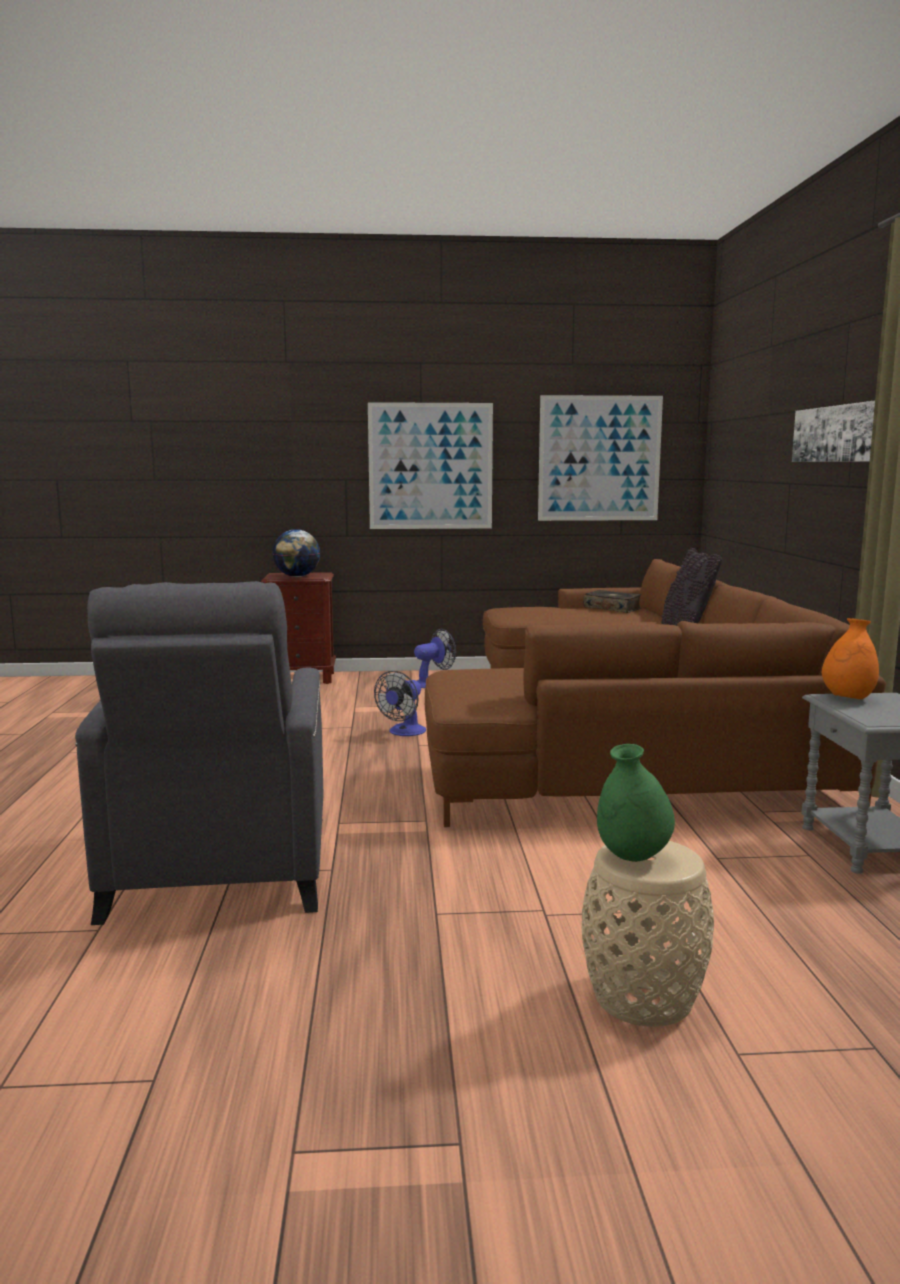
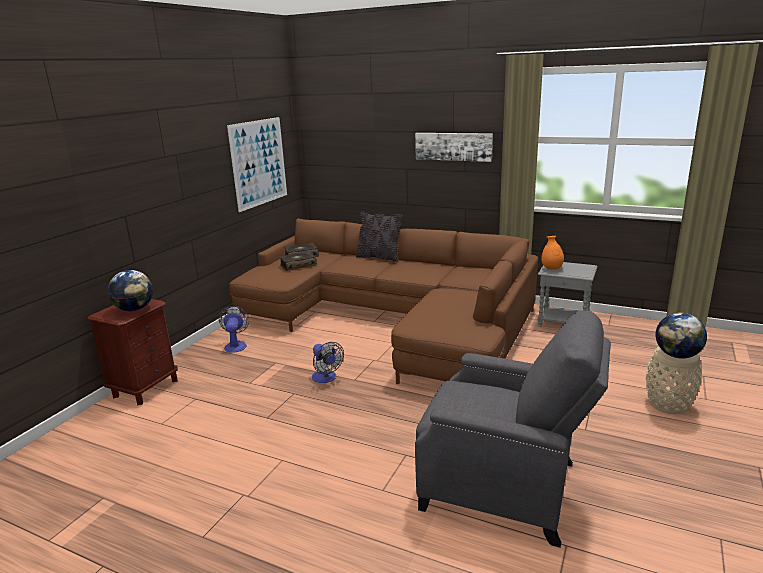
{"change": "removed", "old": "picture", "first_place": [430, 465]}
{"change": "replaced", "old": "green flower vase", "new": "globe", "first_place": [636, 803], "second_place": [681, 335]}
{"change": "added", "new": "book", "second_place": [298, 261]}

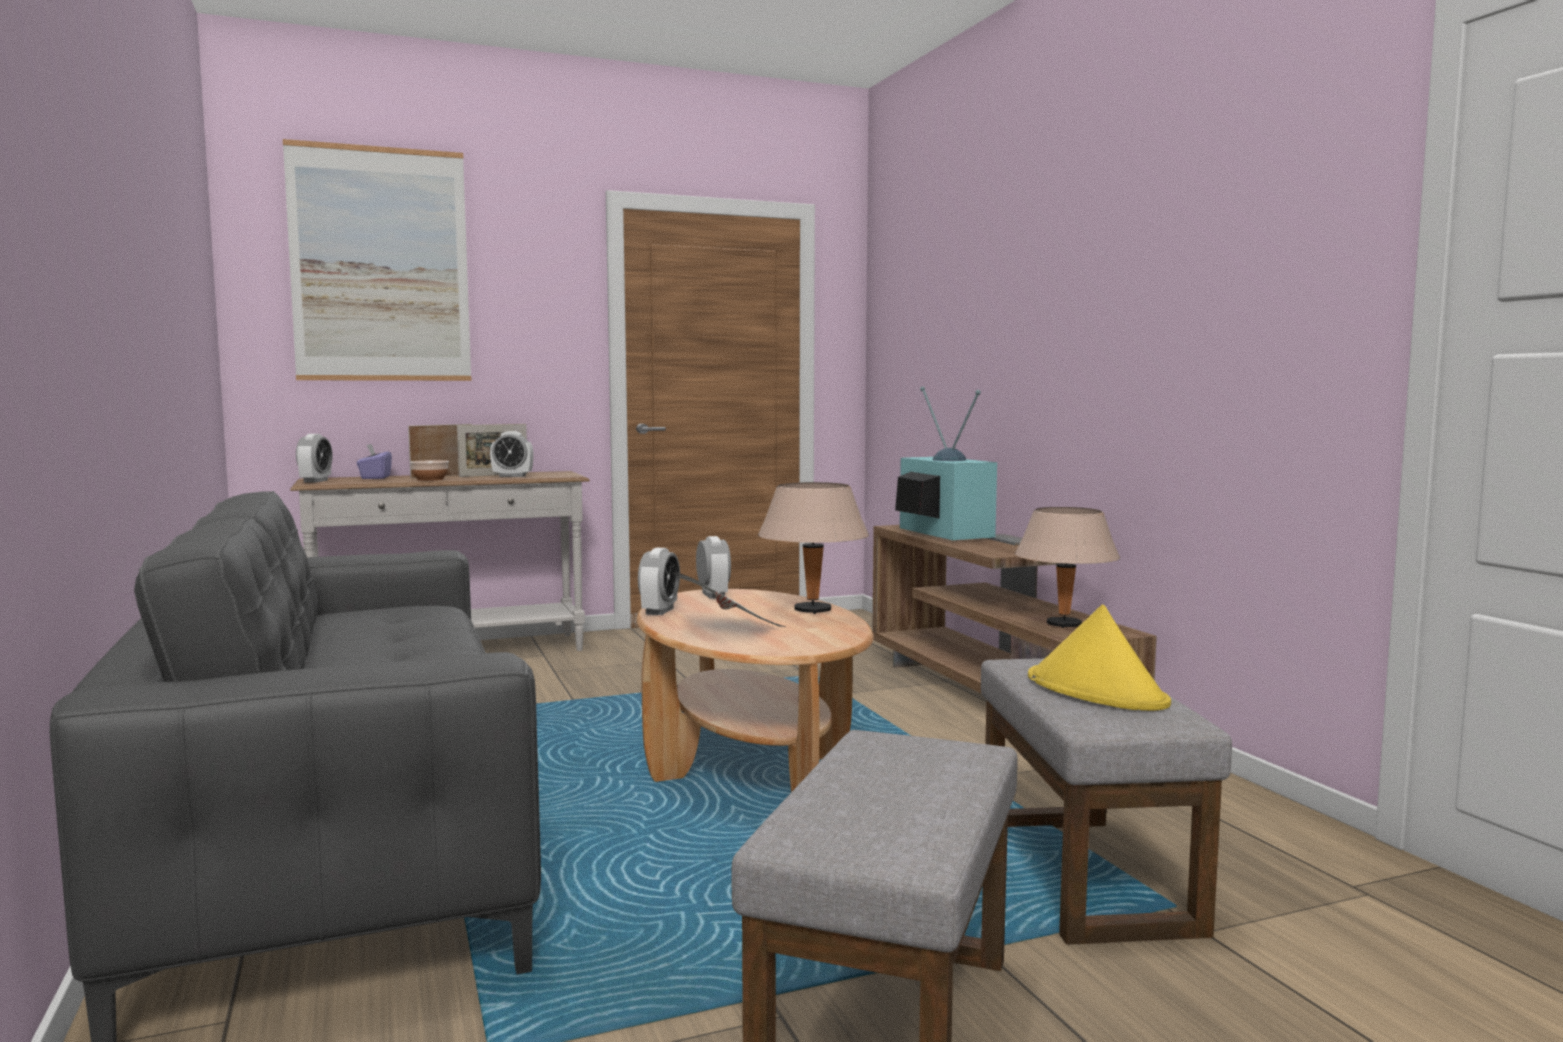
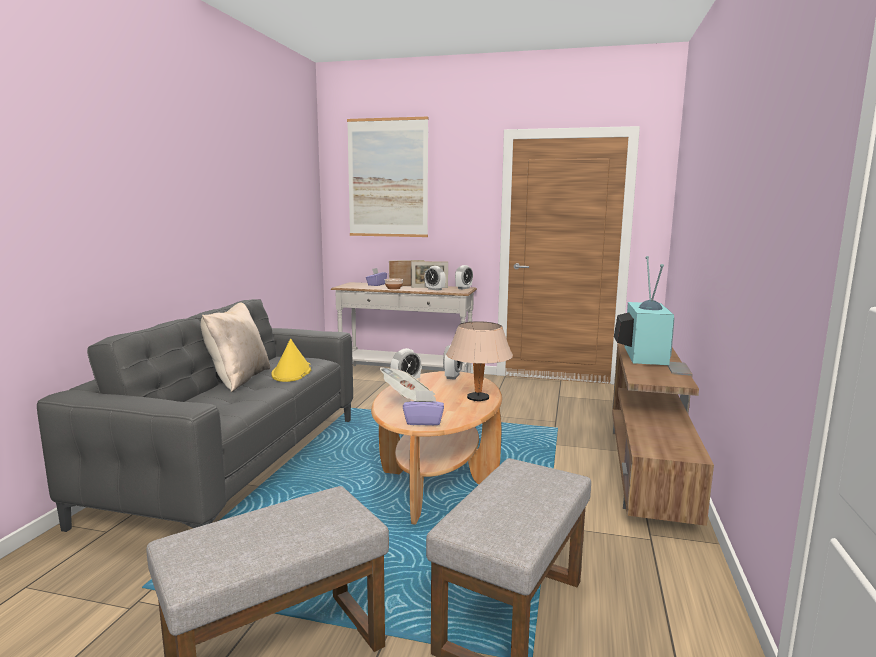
{"change": "moved", "old": "table clock", "first_place": [314, 458], "second_place": [464, 277]}
{"change": "removed", "old": "beige lamp for a table", "first_place": [1067, 567]}
{"change": "moved", "old": "yellow-coloured wearable hat", "first_place": [1099, 658], "second_place": [291, 360]}
{"change": "added", "new": "beige cushion", "second_place": [235, 347]}
{"change": "added", "new": "purplish tissue box", "second_place": [423, 408]}

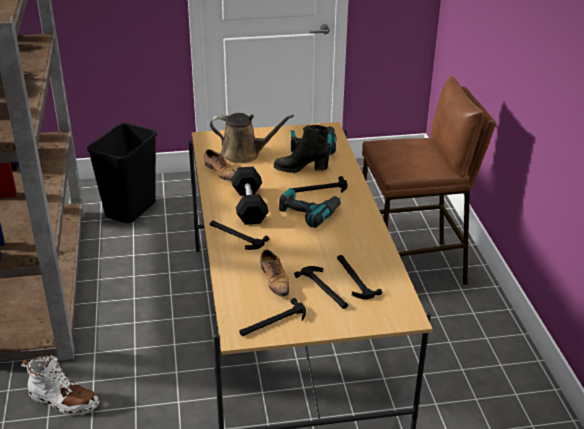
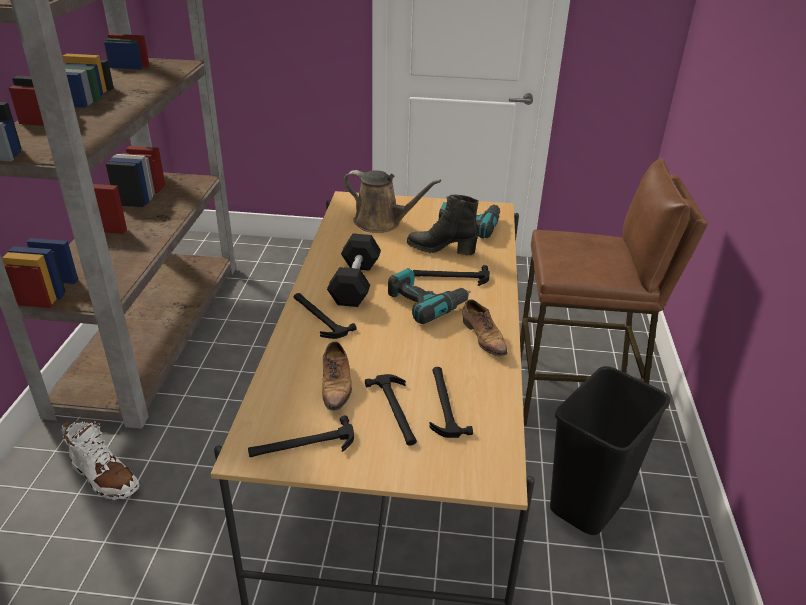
{"change": "moved", "old": "black-coloured waste bin", "first_place": [122, 173], "second_place": [610, 450]}
{"change": "moved", "old": "shoe", "first_place": [219, 165], "second_place": [484, 328]}

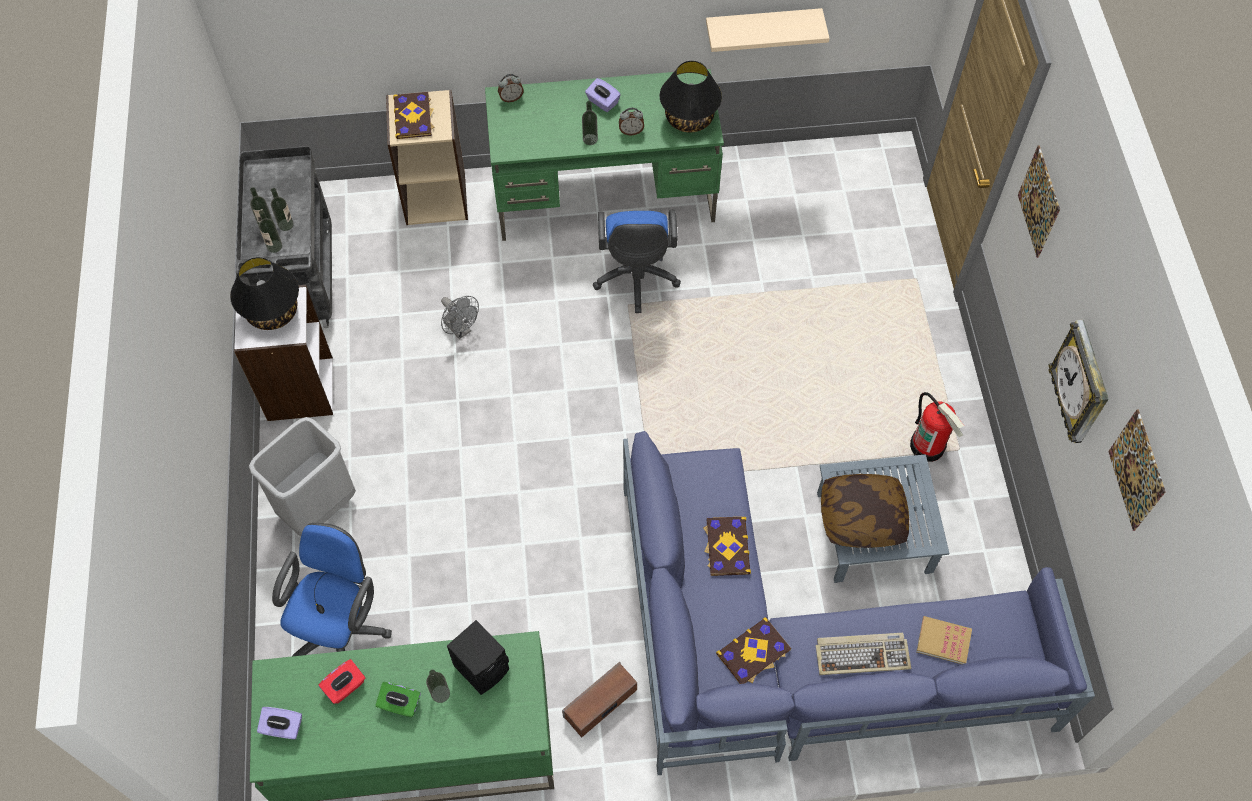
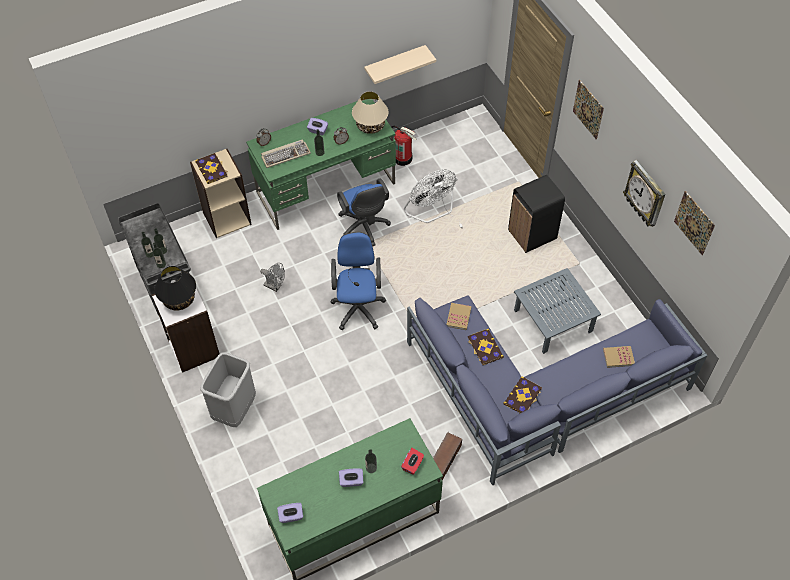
{"change": "moved", "old": "blue desk chair", "first_place": [332, 589], "second_place": [358, 281]}
{"change": "moved", "old": "red tissue box", "first_place": [342, 681], "second_place": [412, 461]}
{"change": "recoloured", "old": "green tissue box", "new": "purplish tissue box", "first_place": [398, 699], "second_place": [351, 477]}
{"change": "removed", "old": "black-coloured speaker", "first_place": [478, 657]}
{"change": "recoloured", "old": "black-coloured lamp for a table", "new": "beige lamp for a table", "first_place": [690, 97], "second_place": [370, 112]}
{"change": "moved", "old": "computer keyboard", "first_place": [863, 654], "second_place": [286, 153]}
{"change": "removed", "old": "cushion", "first_place": [865, 511]}
{"change": "moved", "old": "fire-fighting cylinder", "first_place": [937, 427], "second_place": [404, 146]}
{"change": "added", "new": "white fan", "second_place": [433, 199]}
{"change": "added", "new": "book", "second_place": [458, 316]}
{"change": "added", "new": "black-coloured waste bin", "second_place": [536, 214]}

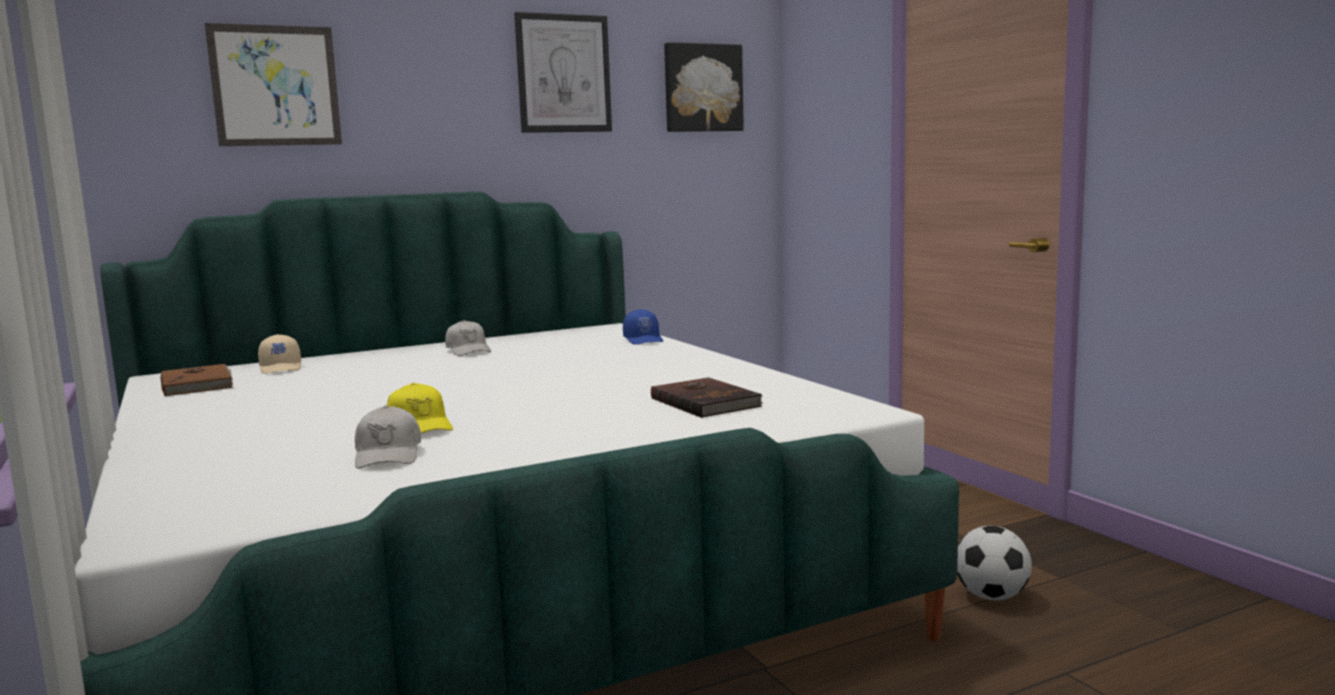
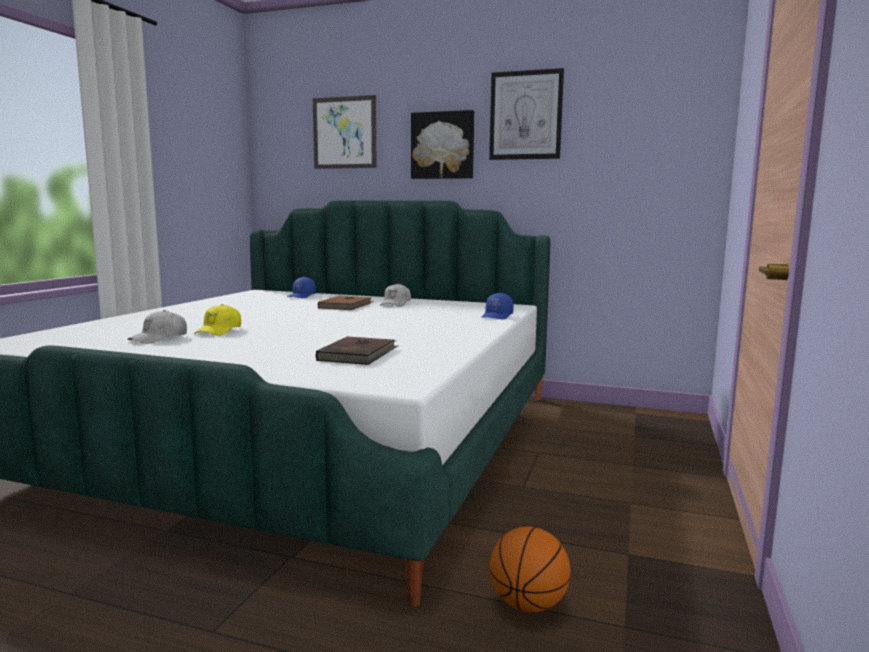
{"change": "moved", "old": "brown-coloured book", "first_place": [196, 380], "second_place": [346, 303]}
{"change": "recoloured", "old": "beige peaked cap", "new": "blue peaked cap", "first_place": [279, 354], "second_place": [301, 287]}
{"change": "moved", "old": "picture", "first_place": [704, 87], "second_place": [442, 144]}
{"change": "replaced", "old": "football", "new": "ball for basketball", "first_place": [994, 563], "second_place": [530, 569]}

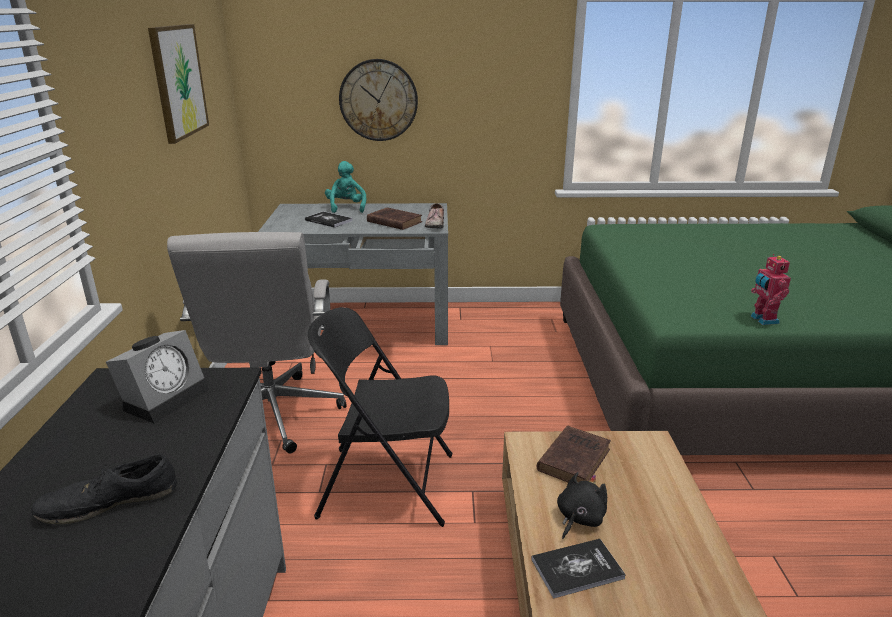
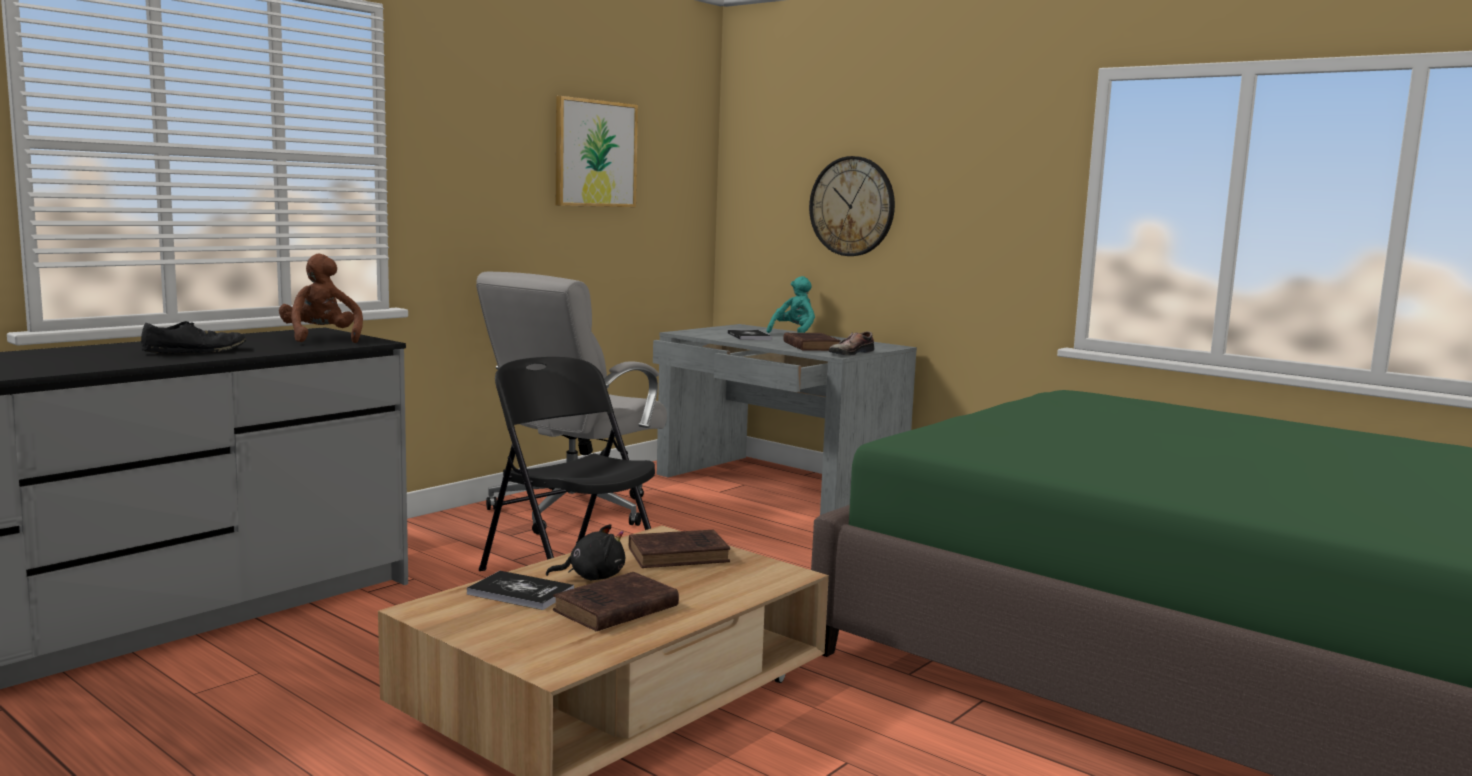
{"change": "turned", "old": "black-coloured shoe", "first_place": [104, 489], "second_place": [193, 337], "degrees": 120}
{"change": "replaced", "old": "table clock", "new": "brown-coloured plush toy", "first_place": [157, 376], "second_place": [321, 298]}
{"change": "removed", "old": "robot figure", "first_place": [771, 289]}
{"change": "added", "new": "brown-coloured book", "second_place": [616, 601]}

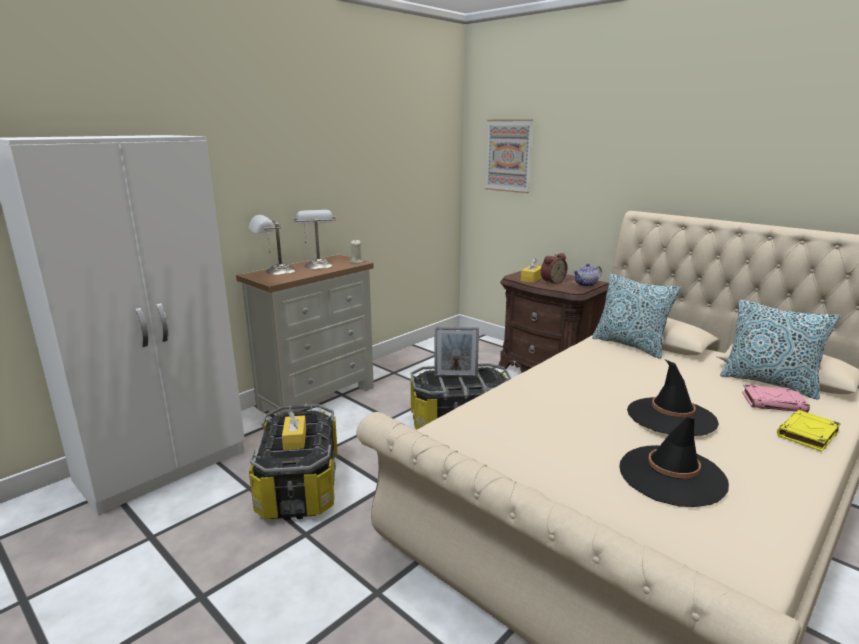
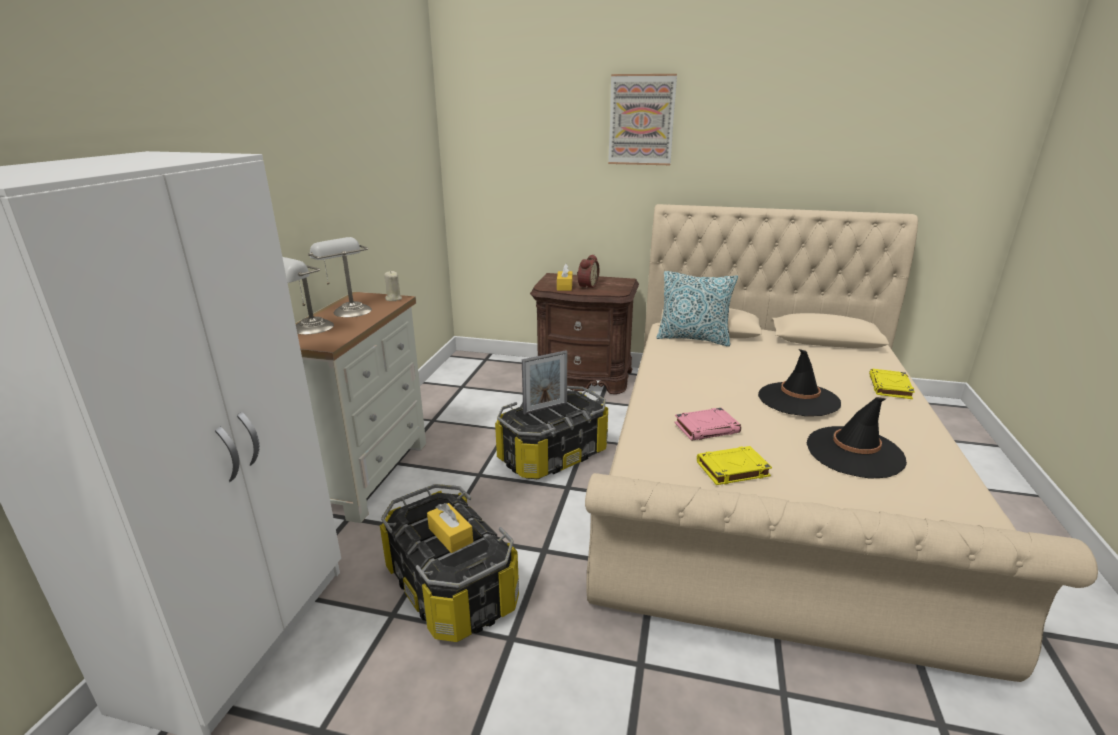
{"change": "moved", "old": "picture", "first_place": [509, 156], "second_place": [642, 119]}
{"change": "removed", "old": "pot for tea", "first_place": [587, 275]}
{"change": "removed", "old": "cushion", "first_place": [780, 349]}
{"change": "moved", "old": "pink-coloured book", "first_place": [776, 398], "second_place": [707, 424]}
{"change": "added", "new": "yellow-coloured book", "second_place": [734, 465]}

